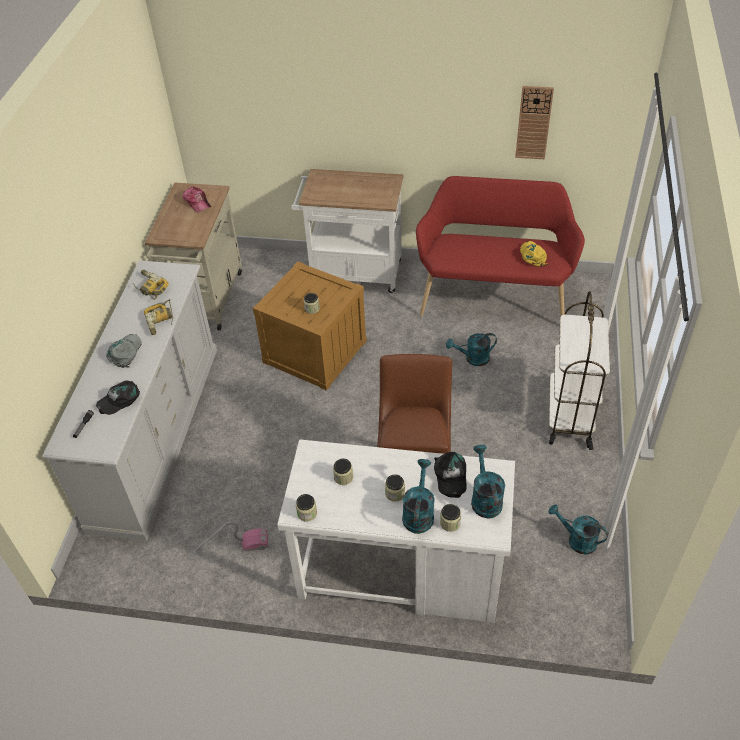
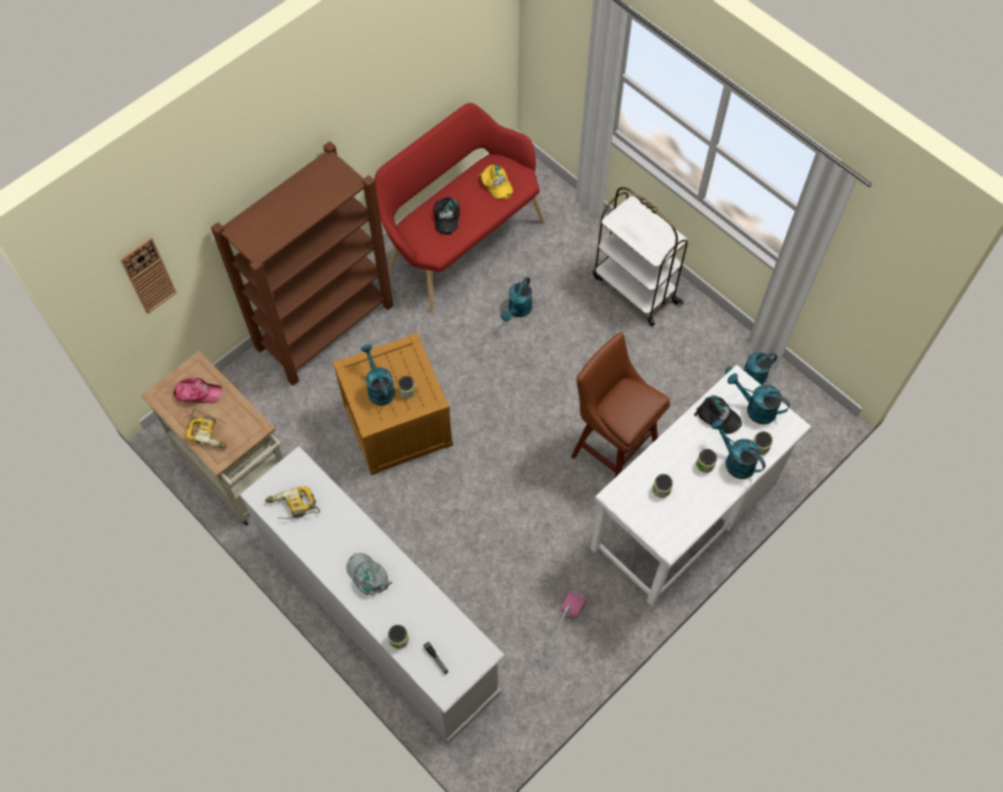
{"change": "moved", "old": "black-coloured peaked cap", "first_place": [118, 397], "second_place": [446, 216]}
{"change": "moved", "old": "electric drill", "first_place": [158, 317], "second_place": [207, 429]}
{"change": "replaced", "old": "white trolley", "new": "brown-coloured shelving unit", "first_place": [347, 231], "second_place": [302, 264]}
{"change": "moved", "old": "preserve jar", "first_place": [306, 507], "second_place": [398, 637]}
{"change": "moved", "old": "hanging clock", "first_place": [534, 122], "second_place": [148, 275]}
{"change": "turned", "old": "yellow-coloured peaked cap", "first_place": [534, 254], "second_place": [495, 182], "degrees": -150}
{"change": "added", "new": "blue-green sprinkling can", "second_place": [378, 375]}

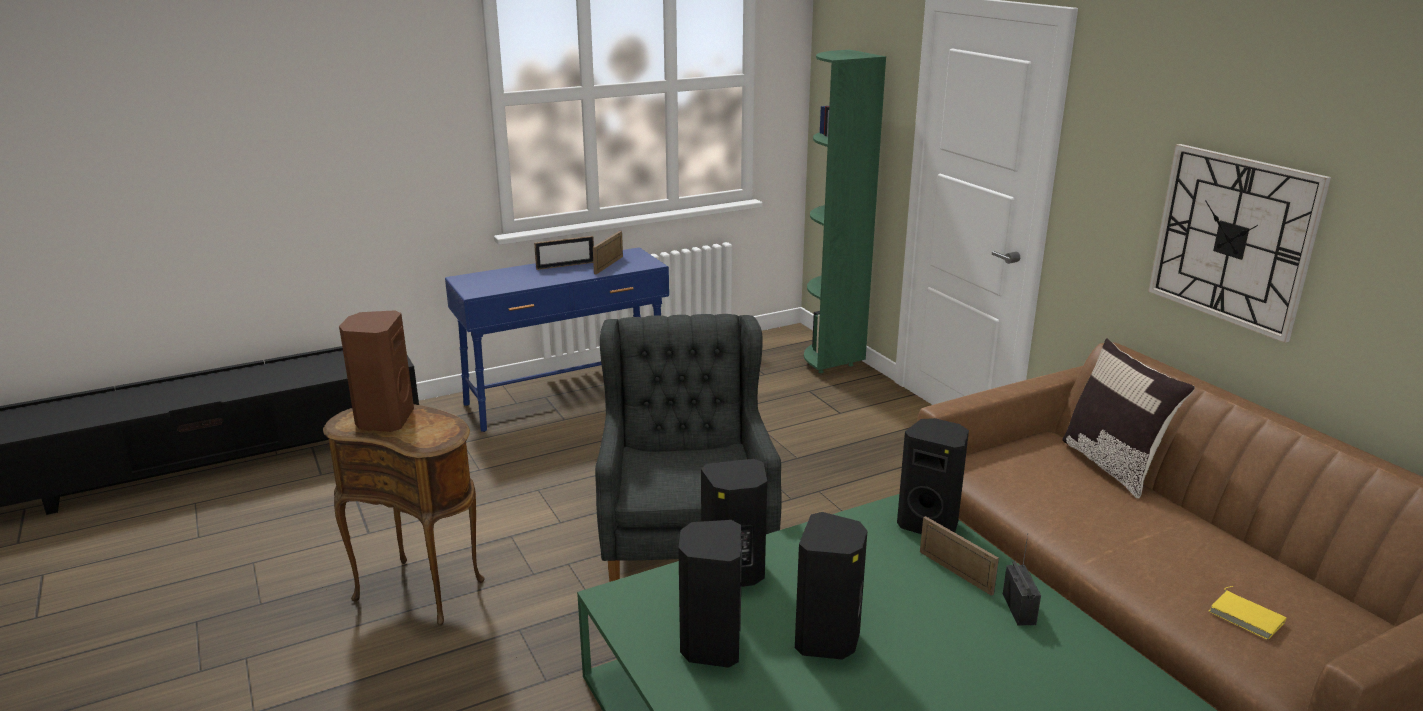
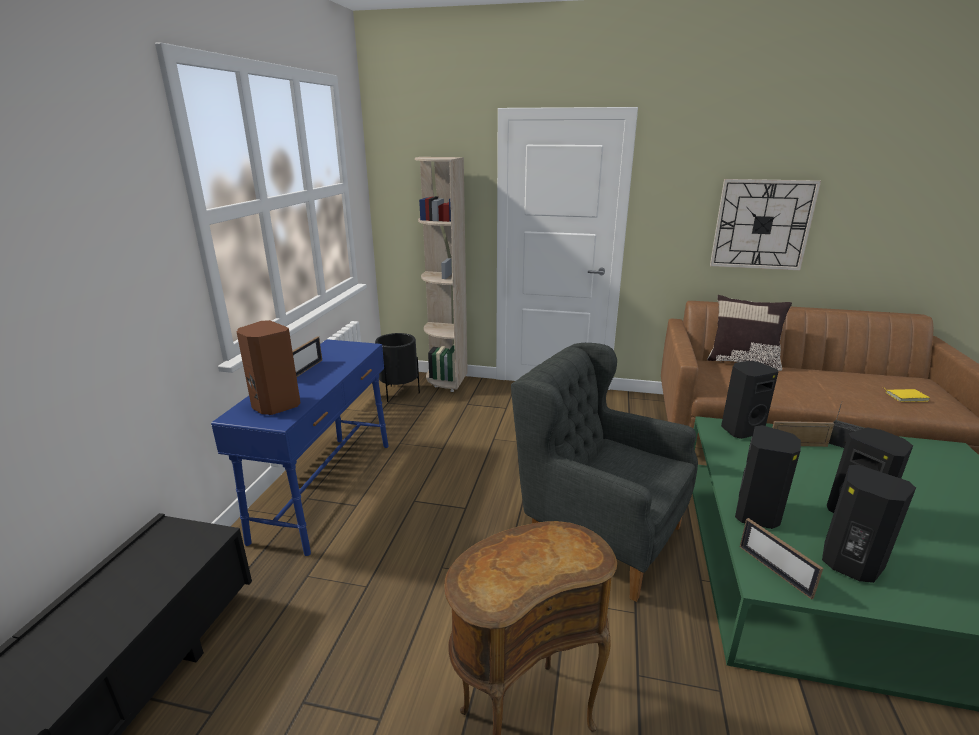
{"change": "moved", "old": "brown-coloured speaker", "first_place": [376, 371], "second_place": [269, 367]}
{"change": "moved", "old": "photo frame", "first_place": [608, 252], "second_place": [781, 559]}
{"change": "recoloured", "old": "green shelving unit", "new": "beige shelving unit", "first_place": [845, 211], "second_place": [441, 274]}
{"change": "added", "new": "black-coloured plant pot", "second_place": [397, 367]}

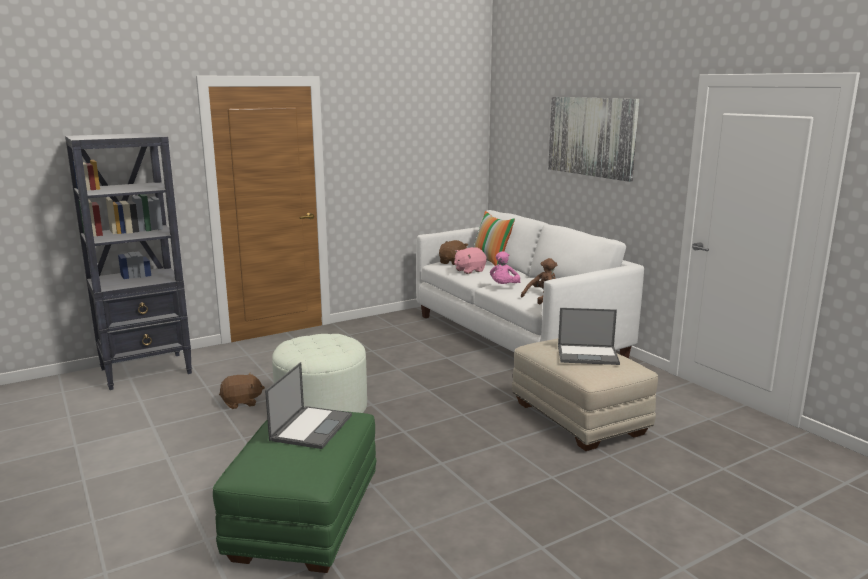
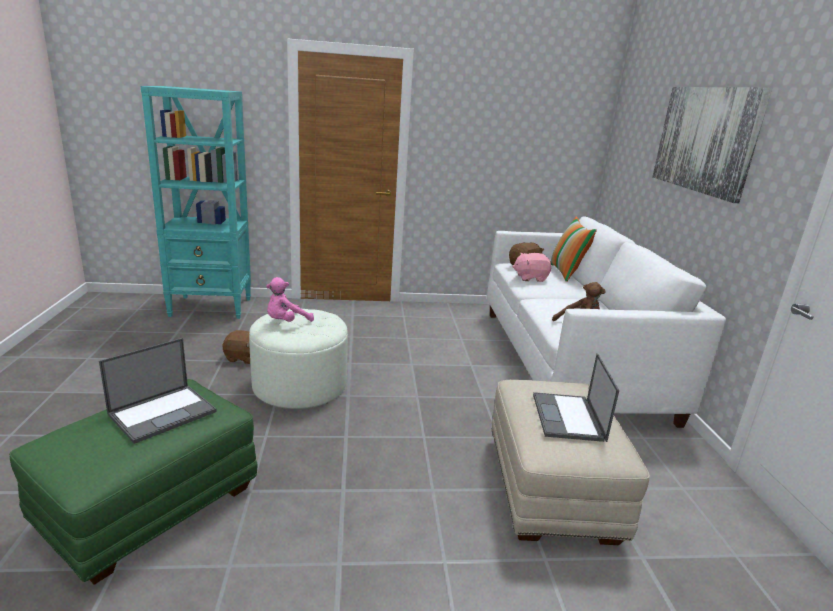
{"change": "recoloured", "old": "black-coloured shelving unit", "new": "blue-green shelving unit", "first_place": [128, 261], "second_place": [196, 202]}
{"change": "moved", "old": "pink-coloured plush toy", "first_place": [505, 267], "second_place": [290, 299]}
{"change": "turned", "old": "portable computer", "first_place": [589, 336], "second_place": [576, 397], "degrees": 60}

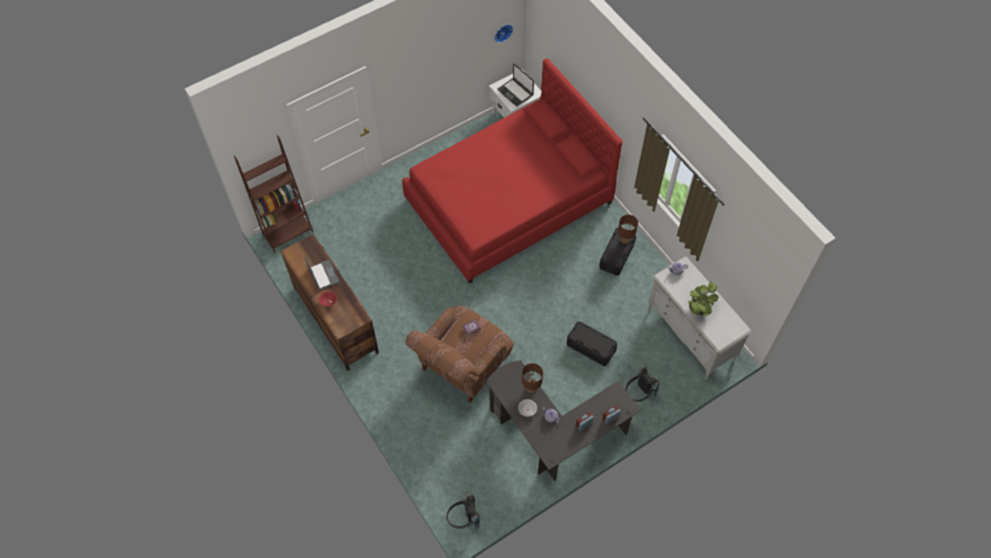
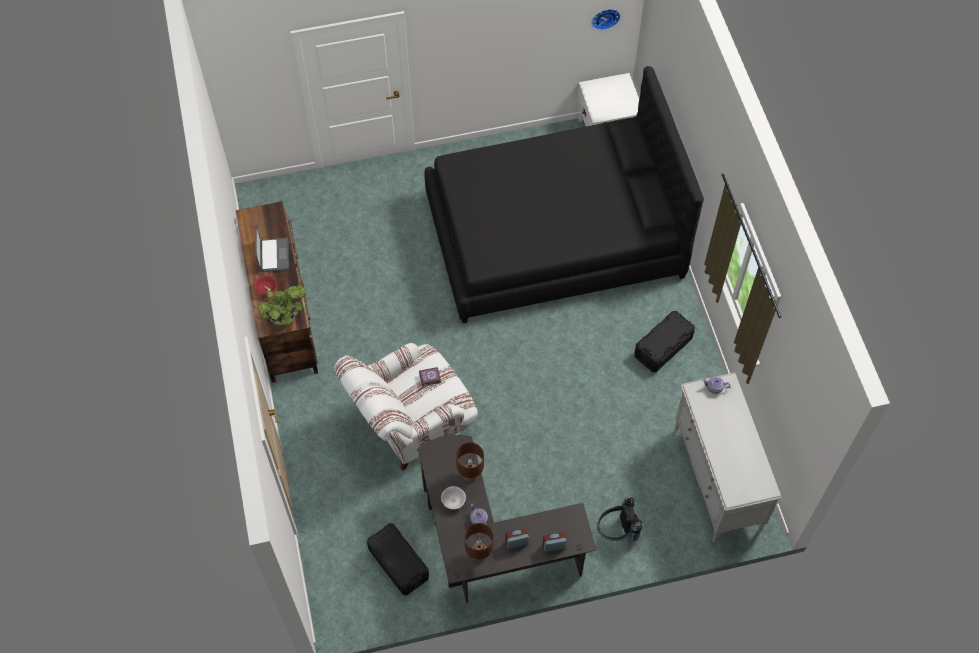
{"change": "removed", "old": "brown-coloured shelving unit", "first_place": [273, 194]}
{"change": "recoloured", "old": "red bed", "new": "black-coloured bed", "first_place": [512, 171], "second_place": [564, 194]}
{"change": "recoloured", "old": "brown-coloured lounge chair", "new": "white lounge chair", "first_place": [459, 354], "second_place": [406, 407]}
{"change": "removed", "old": "black-coloured rucksack", "first_place": [463, 511]}
{"change": "removed", "old": "portable computer", "first_place": [515, 85]}
{"change": "moved", "old": "black-coloured storage bin", "first_place": [592, 343], "second_place": [398, 559]}
{"change": "moved", "old": "brown-coloured lamp for a table", "first_place": [628, 229], "second_place": [478, 542]}
{"change": "moved", "old": "plant in a pot", "first_place": [703, 298], "second_place": [282, 305]}

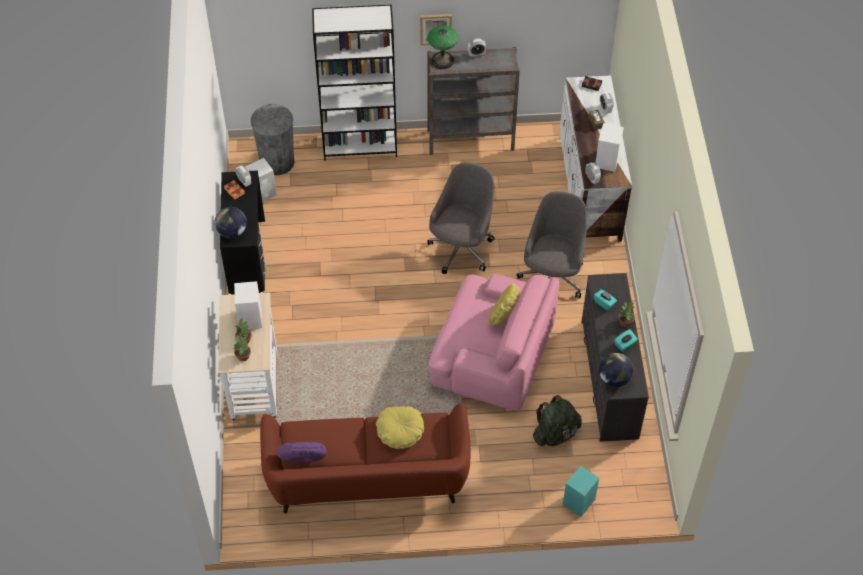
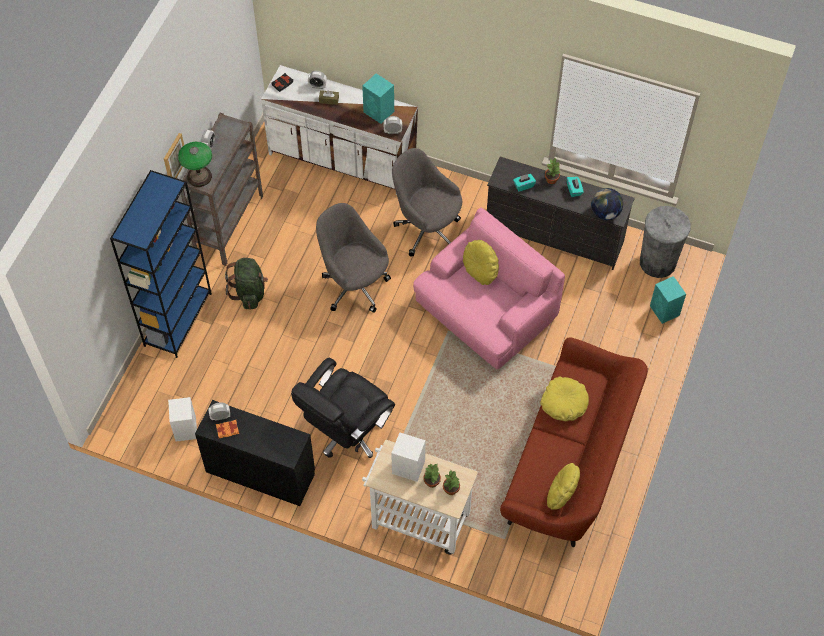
{"change": "removed", "old": "globe", "first_place": [231, 223]}
{"change": "moved", "old": "grey waste bin", "first_place": [272, 139], "second_place": [665, 242]}
{"change": "recoloured", "old": "purplish cushion", "new": "yellow-coloured cushion", "first_place": [302, 452], "second_place": [563, 486]}
{"change": "recoloured", "old": "white shelving unit", "new": "blue shelving unit", "first_place": [354, 82], "second_place": [161, 264]}
{"change": "moved", "old": "green rucksack", "first_place": [557, 420], "second_place": [246, 284]}
{"change": "recoloured", "old": "white speaker", "new": "blue-green speaker", "first_place": [610, 147], "second_place": [378, 98]}
{"change": "added", "new": "black-coloured desk chair", "second_place": [343, 408]}

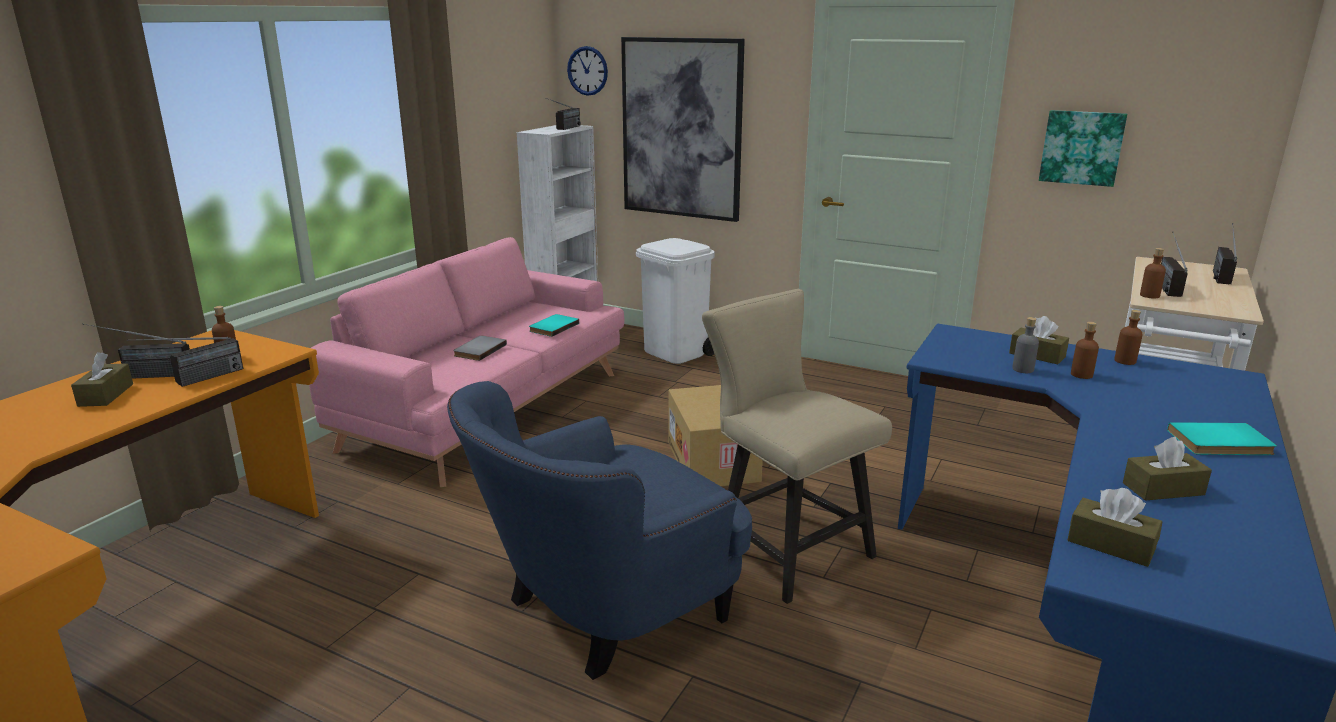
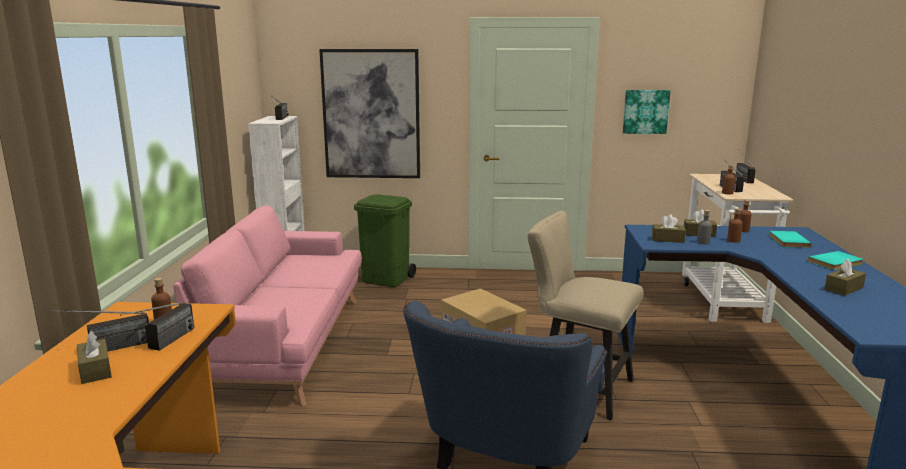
{"change": "removed", "old": "grey book", "first_place": [480, 348]}
{"change": "moved", "old": "blue-green book", "first_place": [554, 325], "second_place": [790, 239]}
{"change": "removed", "old": "hanging clock", "first_place": [587, 71]}
{"change": "recoloured", "old": "white waste bin", "new": "green waste bin", "first_place": [675, 301], "second_place": [385, 241]}
{"change": "moved", "old": "brown-coloured tissue box", "first_place": [1115, 527], "second_place": [669, 228]}

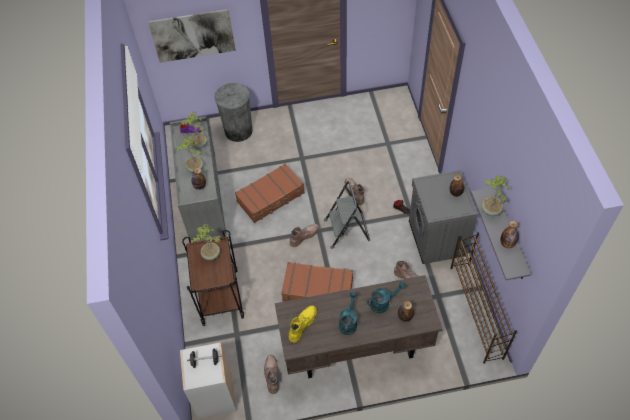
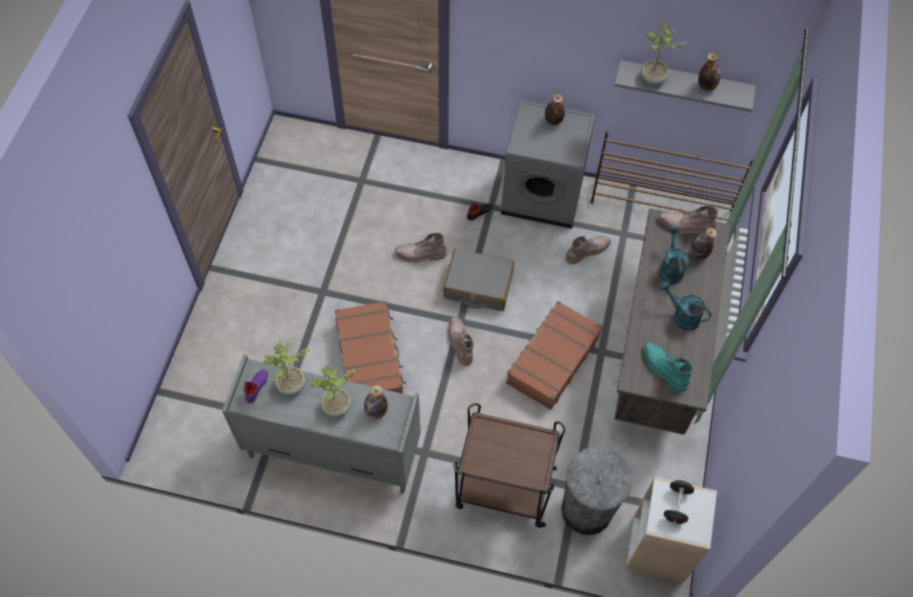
{"change": "removed", "old": "picture", "first_place": [192, 36]}
{"change": "removed", "old": "plant in a pot", "first_place": [207, 242]}
{"change": "moved", "old": "grey waste bin", "first_place": [233, 112], "second_place": [597, 491]}
{"change": "moved", "old": "brown-coloured tall boot", "first_place": [271, 374], "second_place": [688, 221]}
{"change": "recoloured", "old": "yellow-coloured tall boot", "new": "blue-green tall boot", "first_place": [303, 323], "second_place": [668, 367]}
{"change": "replaced", "old": "grey stepladder", "new": "grey piece of luggage", "first_place": [347, 215], "second_place": [479, 280]}

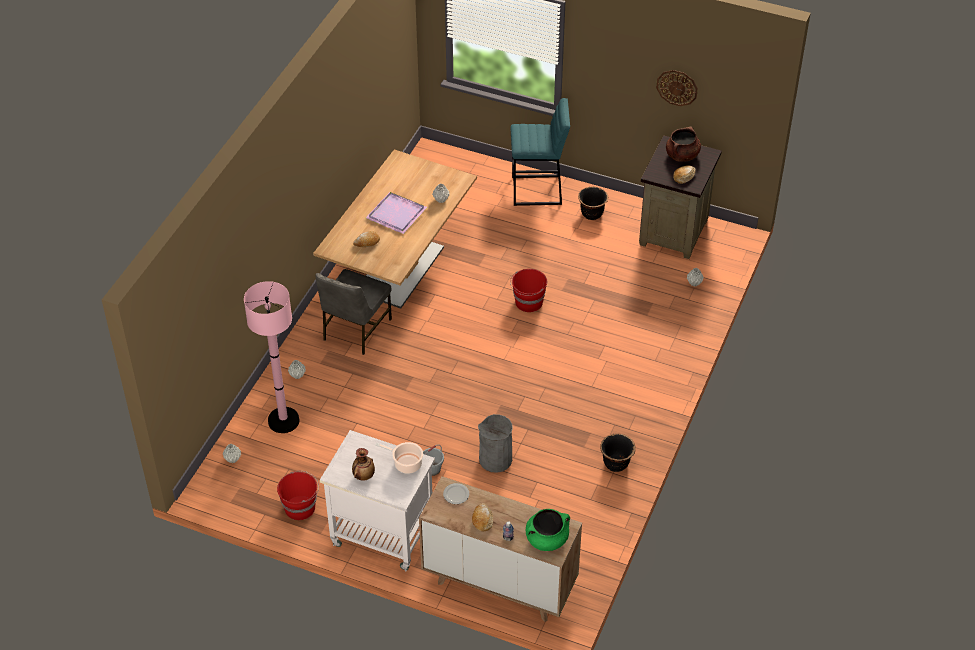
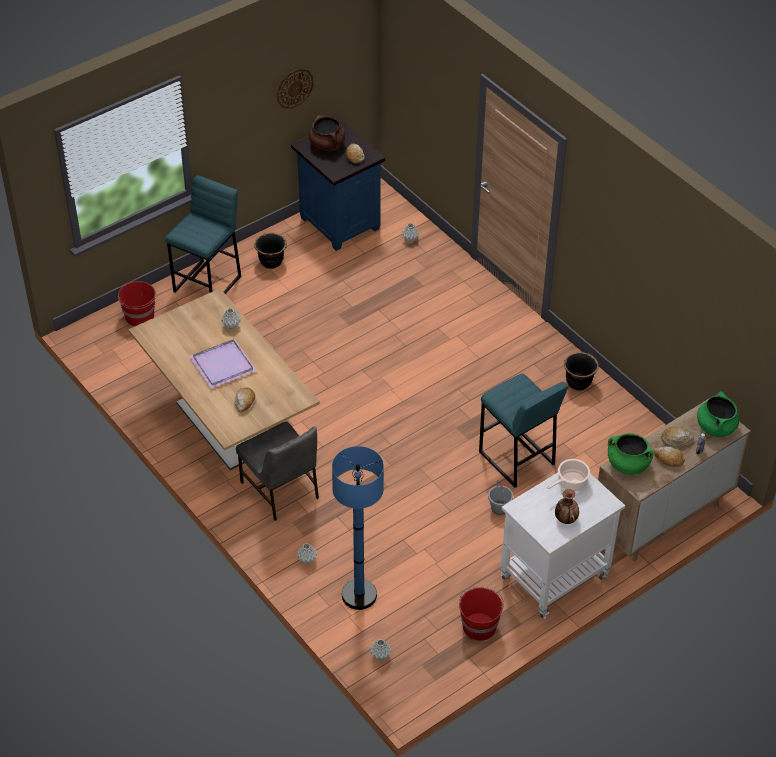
{"change": "recoloured", "old": "pink-coloured standard lamp", "new": "blue standard lamp", "first_place": [271, 357], "second_place": [358, 528]}
{"change": "replaced", "old": "flat dish", "new": "green stockpot", "first_place": [456, 493], "second_place": [631, 454]}
{"change": "replaced", "old": "grey waste bin", "new": "blue-green stool seat", "first_place": [495, 443], "second_place": [523, 431]}
{"change": "moved", "old": "red pail", "first_place": [528, 290], "second_place": [137, 303]}
{"change": "recoloured", "old": "beige cabinet", "new": "blue cabinet", "first_place": [680, 197], "second_place": [338, 186]}
{"change": "added", "new": "bread", "second_place": [677, 436]}

